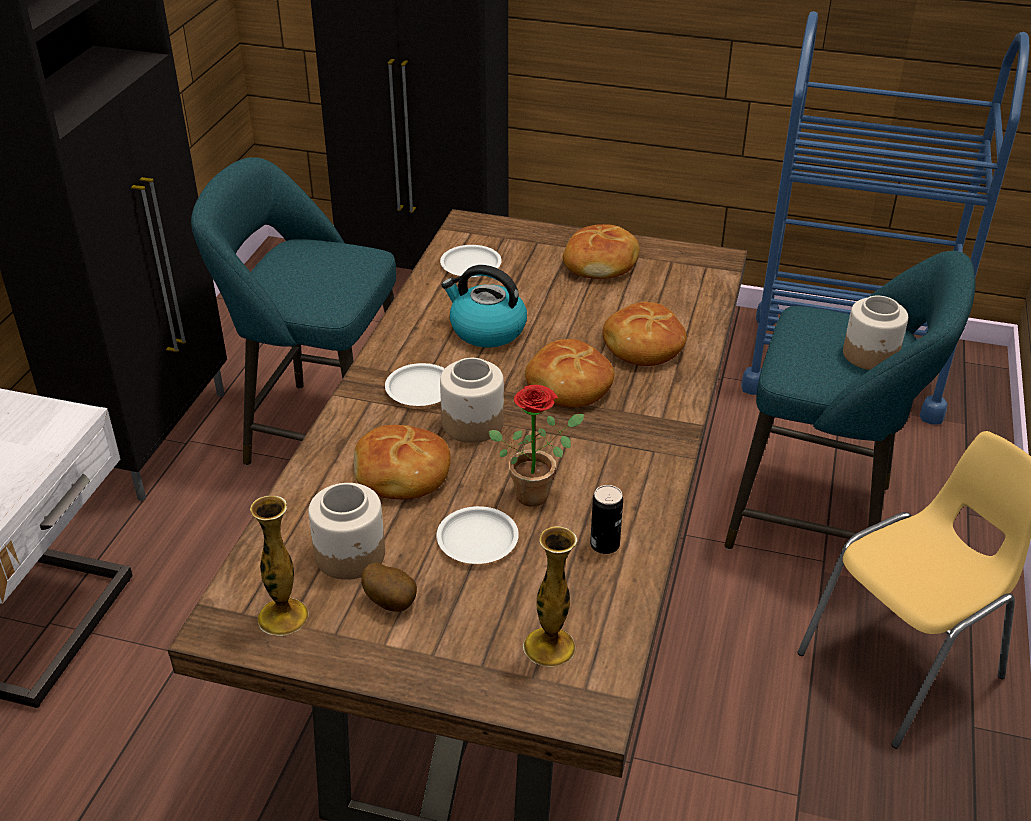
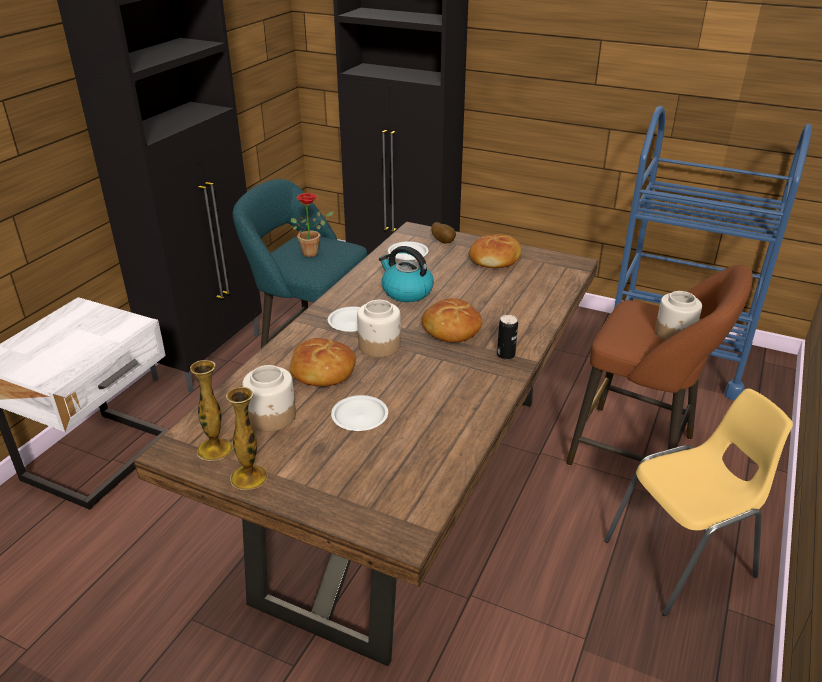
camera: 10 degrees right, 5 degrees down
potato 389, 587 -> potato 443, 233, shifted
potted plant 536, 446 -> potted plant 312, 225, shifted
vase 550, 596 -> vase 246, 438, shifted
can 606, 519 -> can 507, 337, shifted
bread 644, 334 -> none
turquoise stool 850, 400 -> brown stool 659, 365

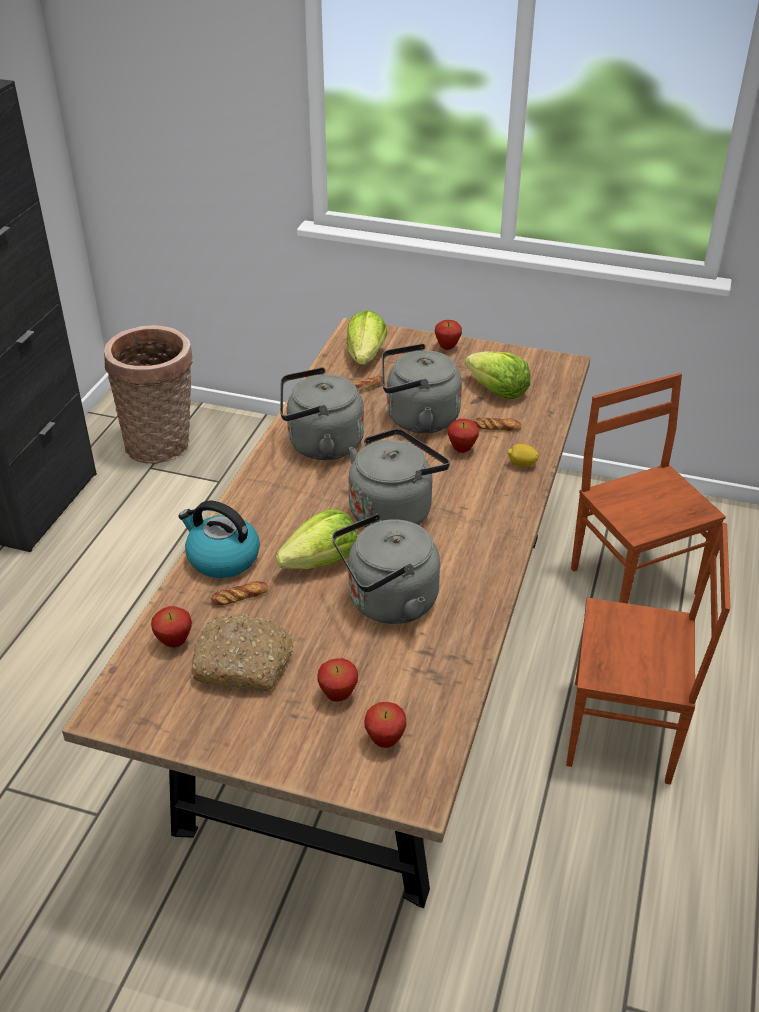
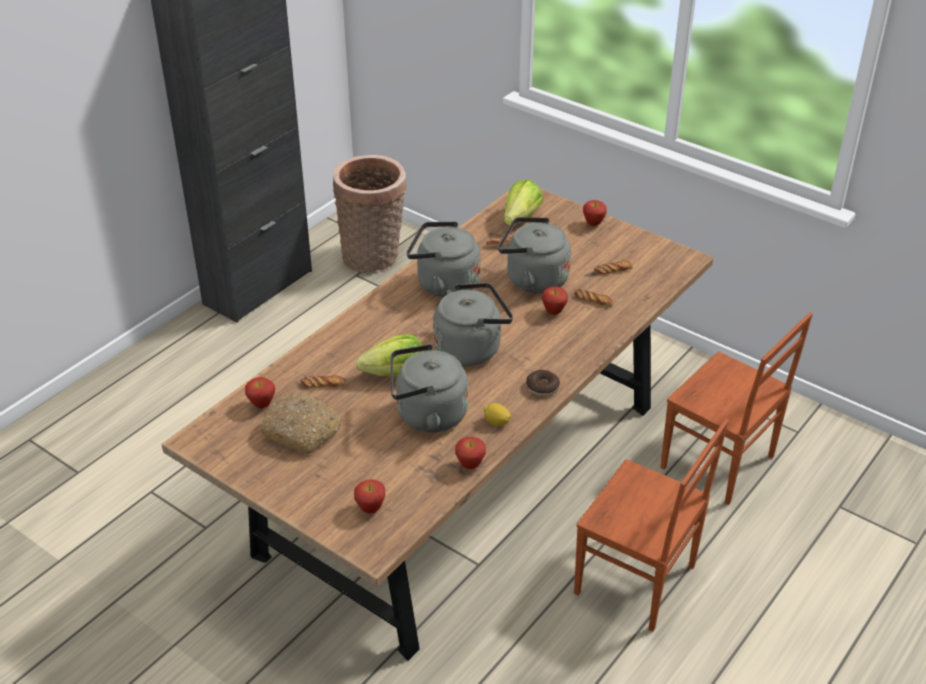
camera: 20 degrees right, 0 degrees up
kettle 219, 539 -> none
apple 337, 680 -> apple 470, 453, shifted
lettuce 498, 375 -> bread 613, 267
lemon 523, 455 -> lemon 497, 414, shifted
brown chair 648, 488 -> brown chair 736, 408, 135 degrees clockwise
none -> donut 543, 383

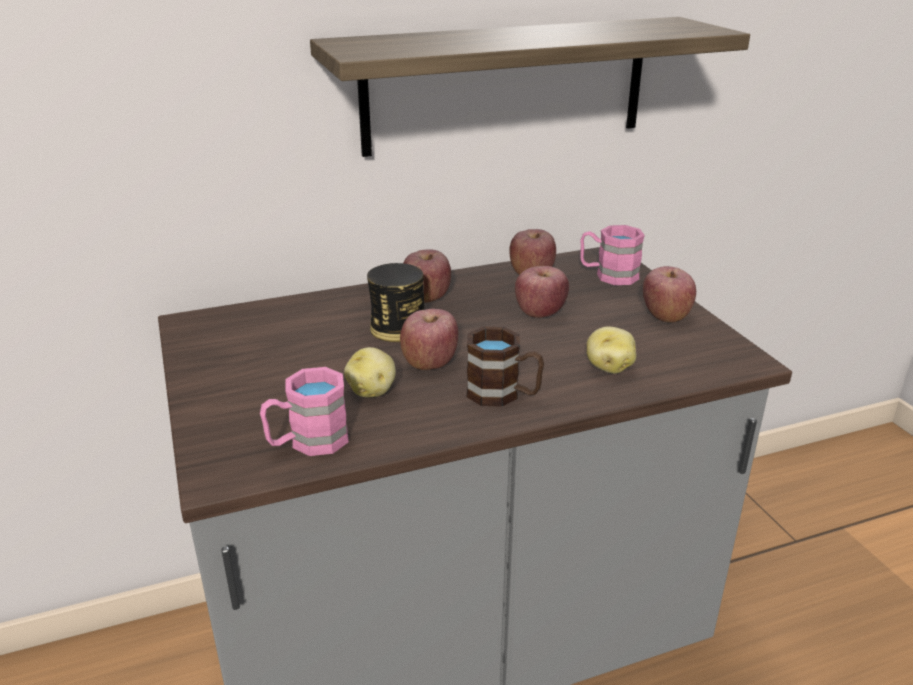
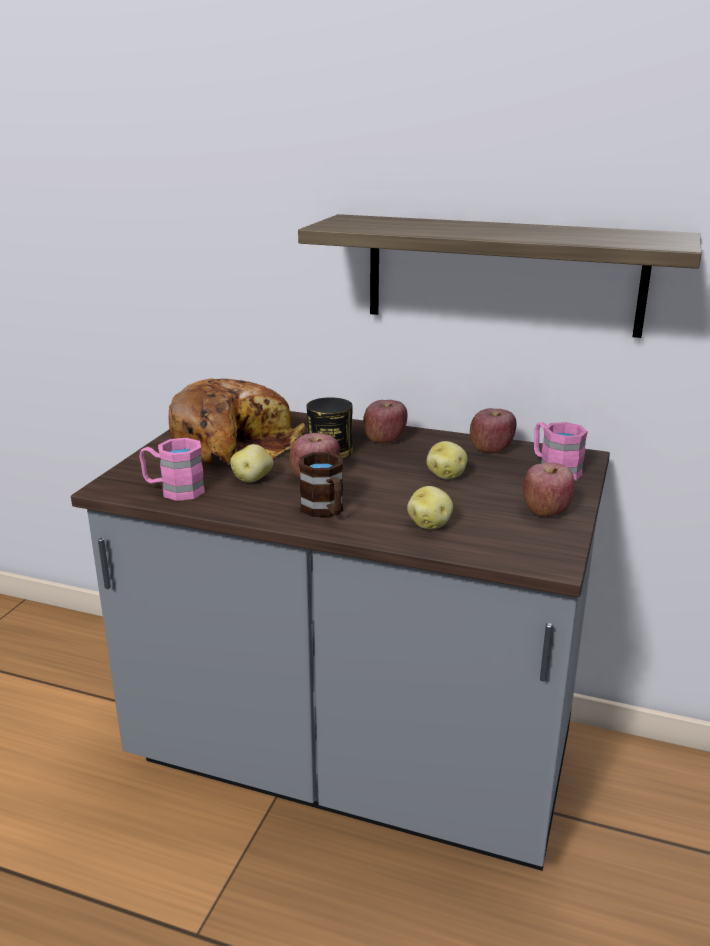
camera: 40 degrees right, 5 degrees down
apple 542, 292 -> potato 447, 460
none -> bread 236, 421

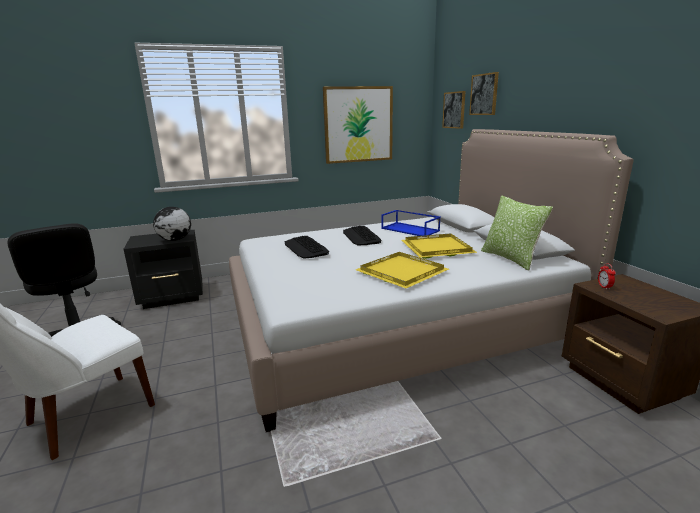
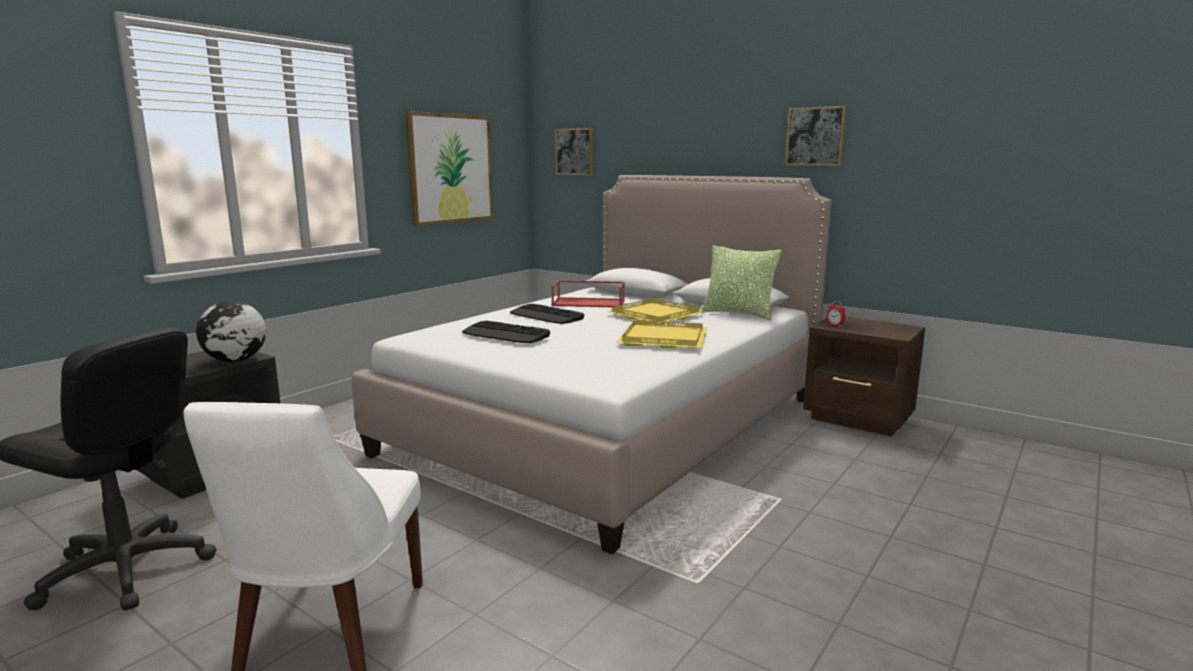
camera: 35 degrees left, 5 degrees down
blue tray 411, 223 -> red tray 588, 293
picture 484, 93 -> picture 815, 136, shifted

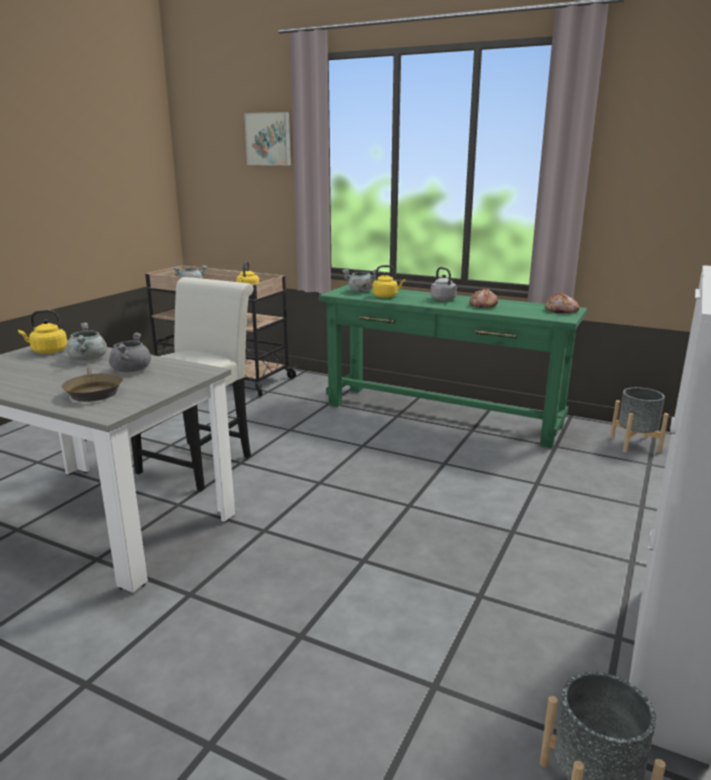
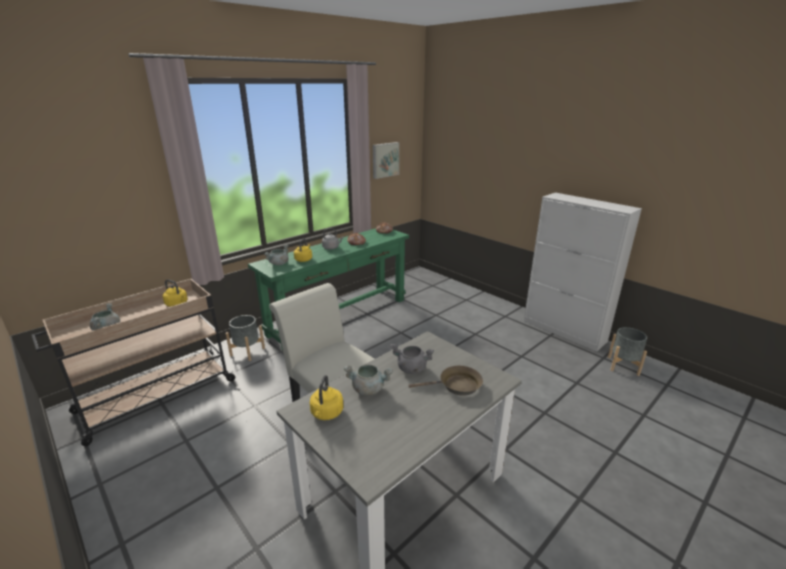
camera: 70 degrees left, 5 degrees up
picture 267, 138 -> picture 386, 160, shifted
grey planter 639, 420 -> grey planter 245, 338, shifted

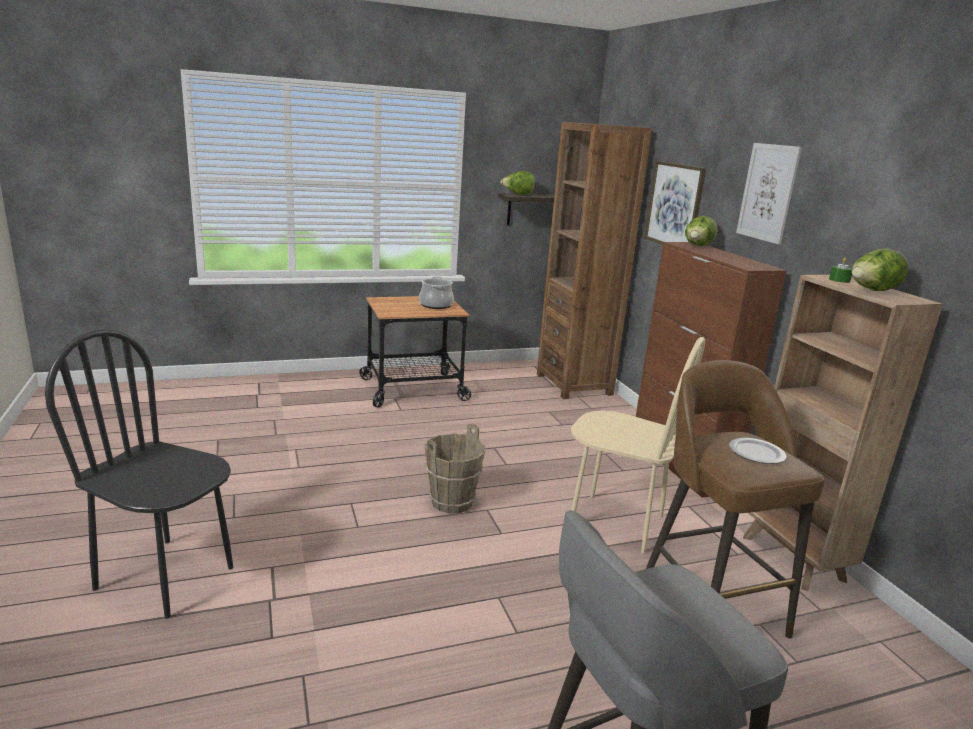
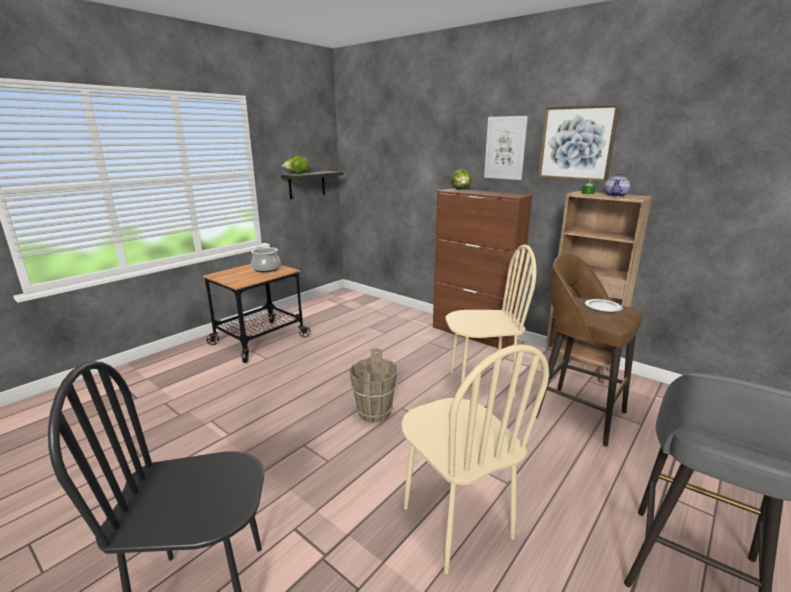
camera: 30 degrees left, 0 degrees up
brown bookcase 594, 260 -> none
picture 675, 203 -> picture 579, 143, shifted
lettuce 879, 269 -> teapot 617, 185
none -> beige chair 475, 459

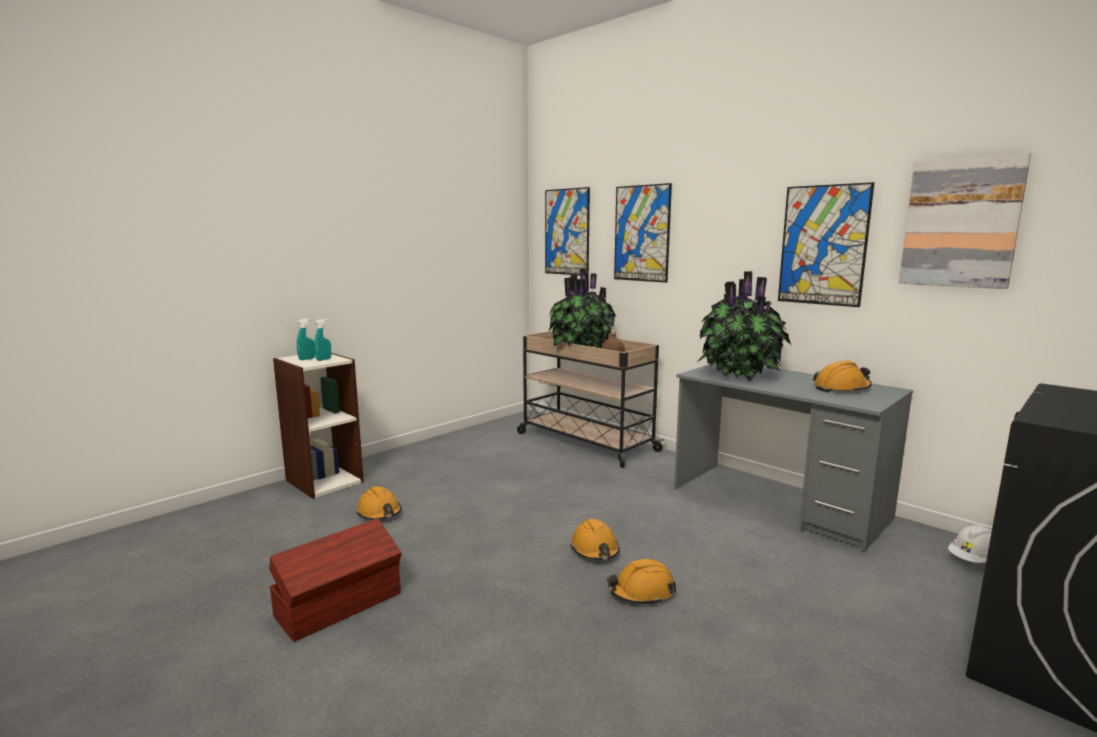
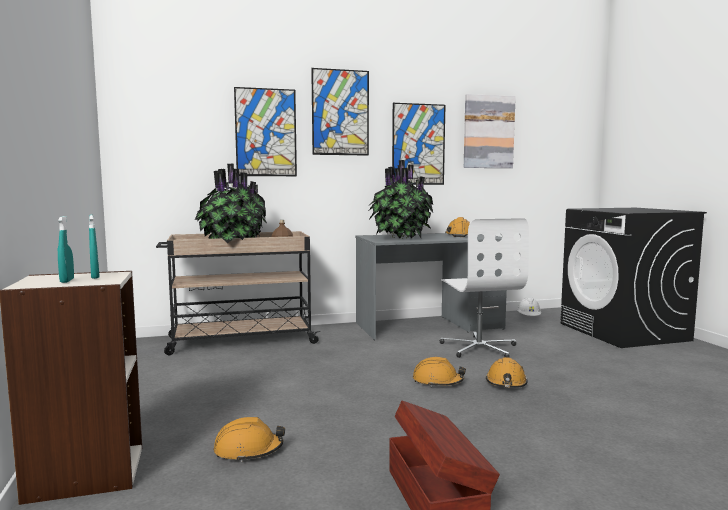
camera: 60 degrees left, 5 degrees down
picture 567, 231 -> picture 340, 112, shifted
none -> white office chair 484, 288

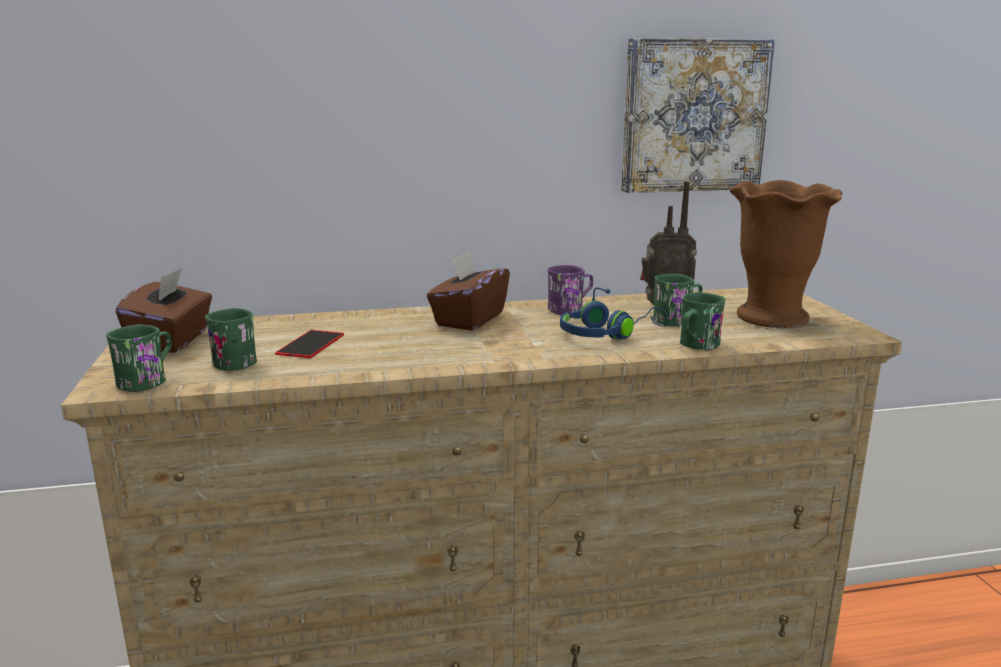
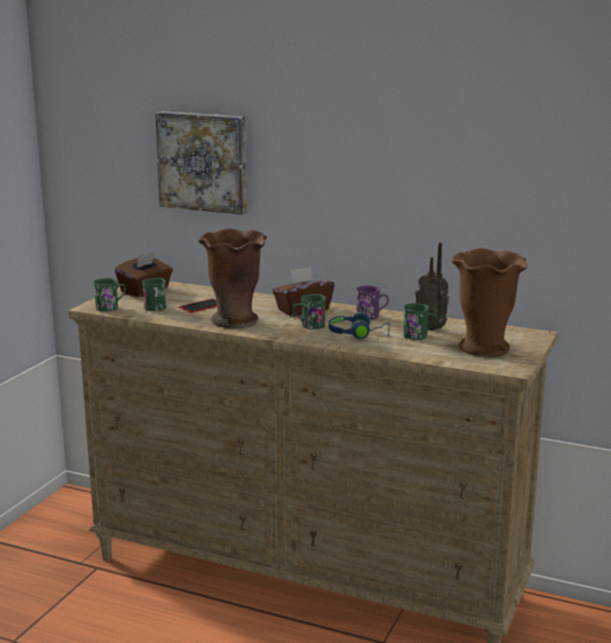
camera: 35 degrees right, 0 degrees up
picture 698, 115 -> picture 201, 163, shifted
green mug 703, 321 -> green mug 309, 311, shifted
none -> brown vase 232, 278

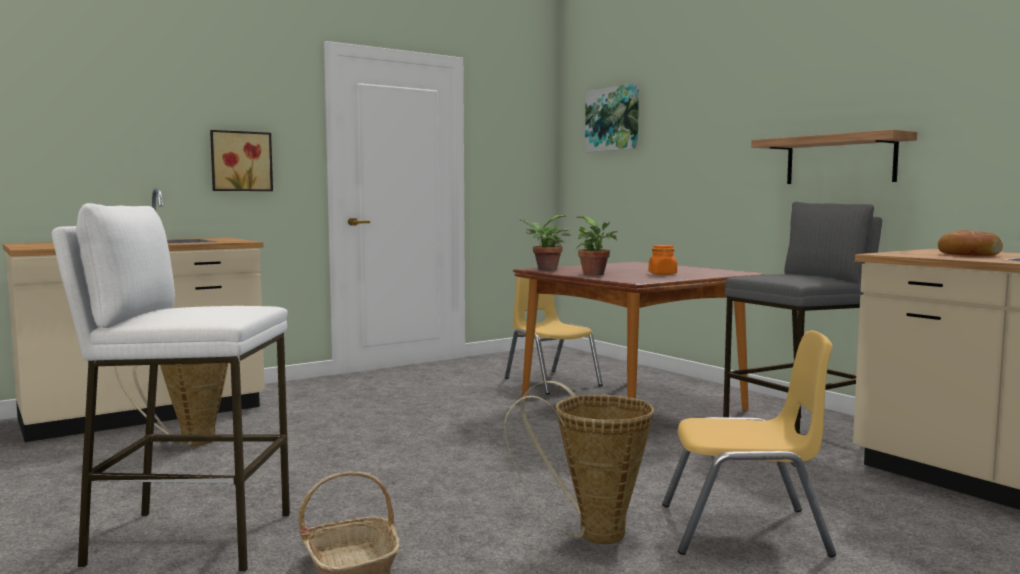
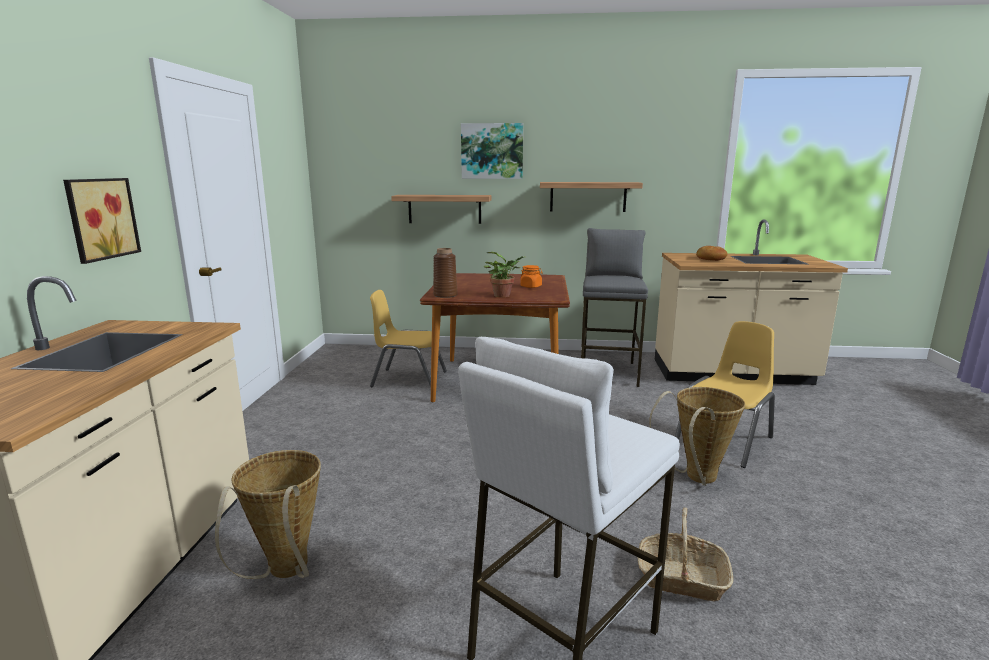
camera: 50 degrees left, 10 degrees up
potted plant 545, 242 -> brown vase 445, 273
picture 612, 117 -> picture 492, 151, shifted
none -> shelf 441, 209

